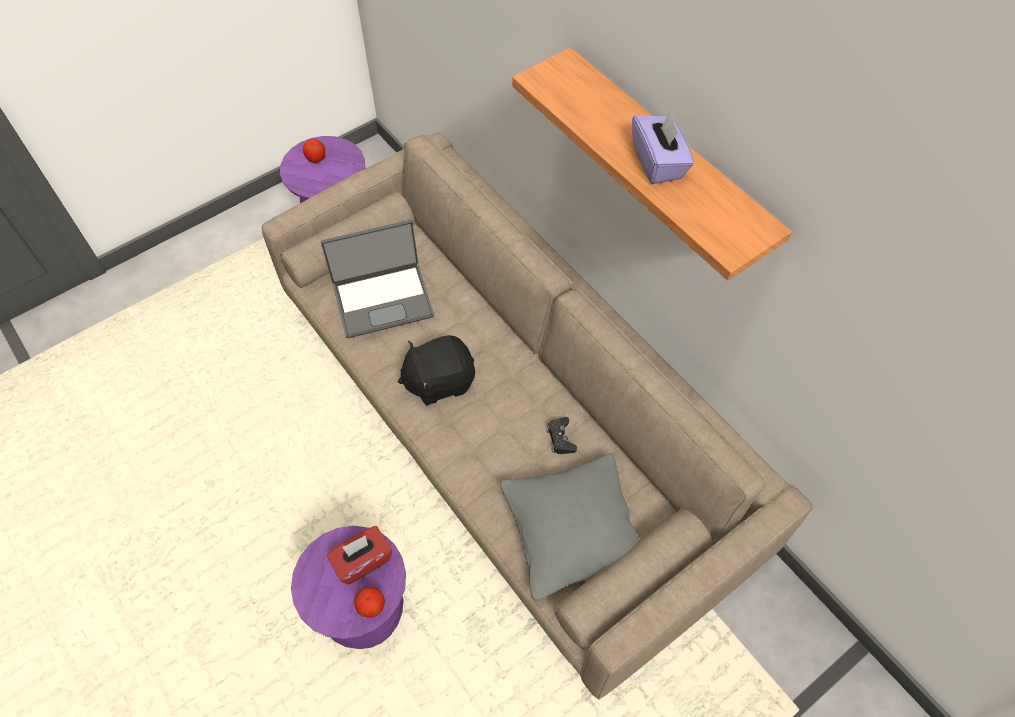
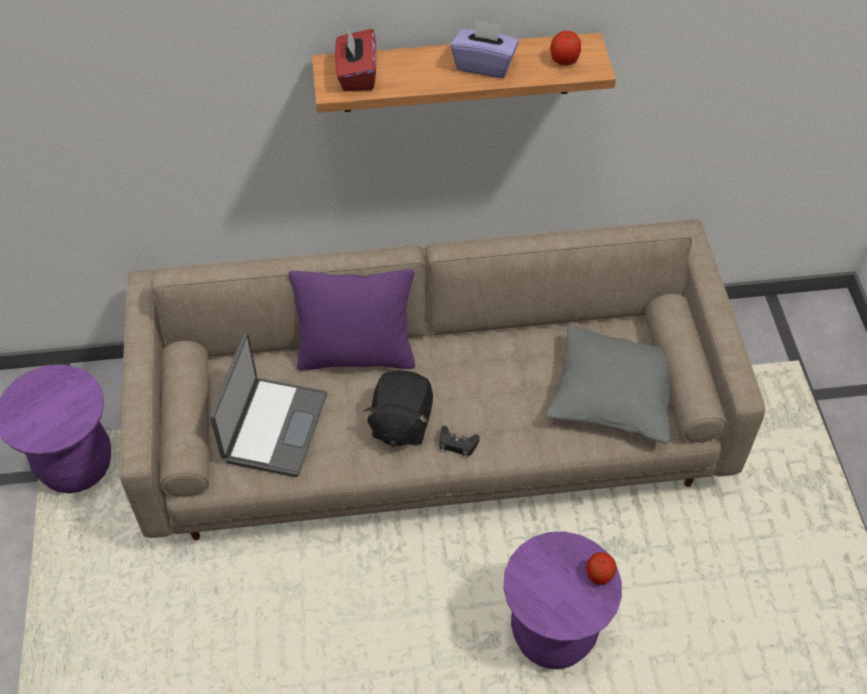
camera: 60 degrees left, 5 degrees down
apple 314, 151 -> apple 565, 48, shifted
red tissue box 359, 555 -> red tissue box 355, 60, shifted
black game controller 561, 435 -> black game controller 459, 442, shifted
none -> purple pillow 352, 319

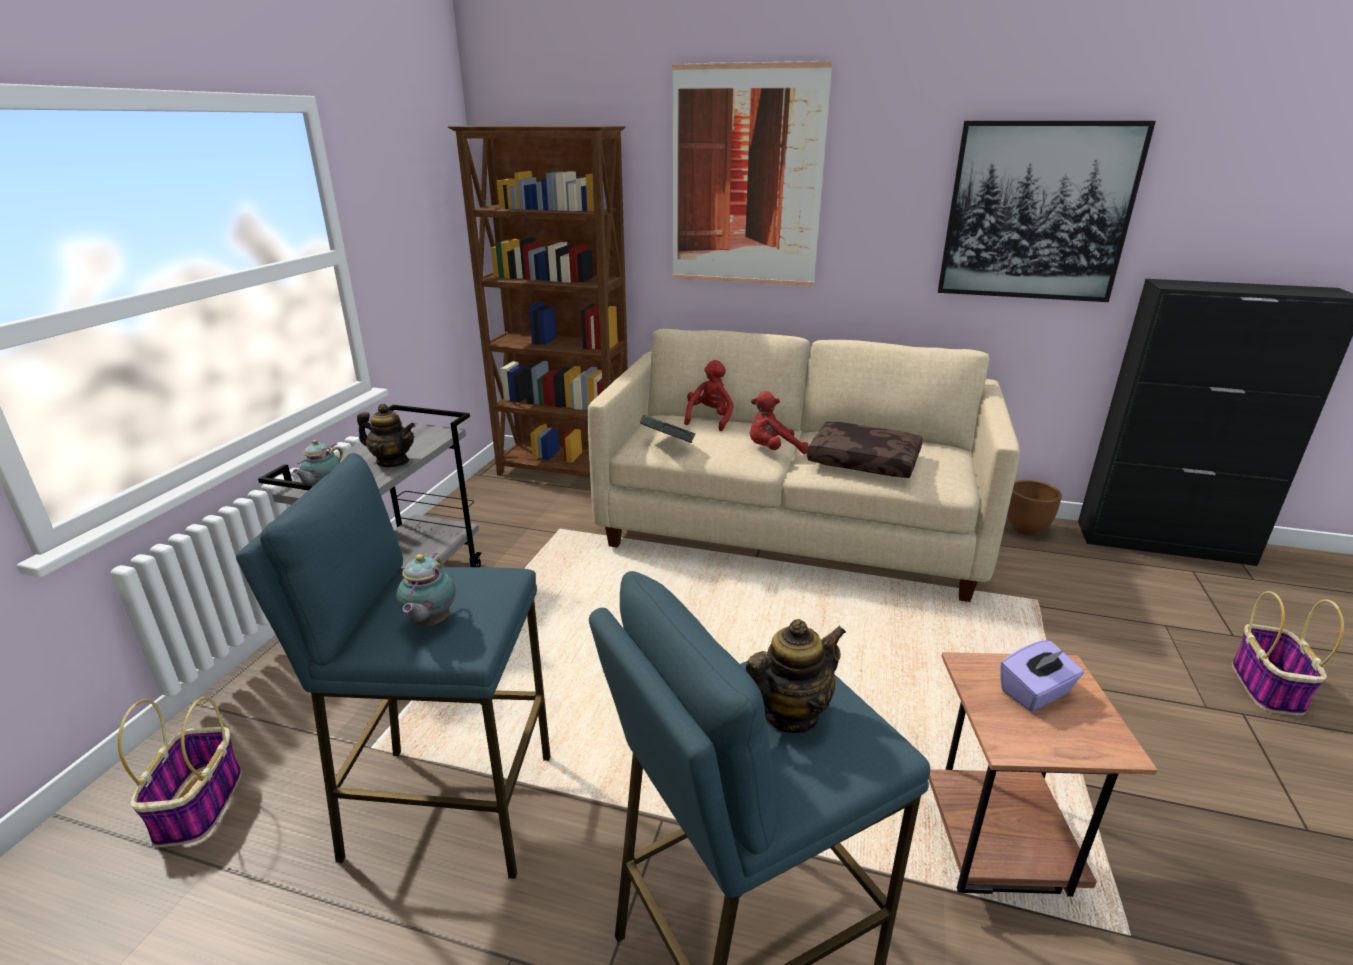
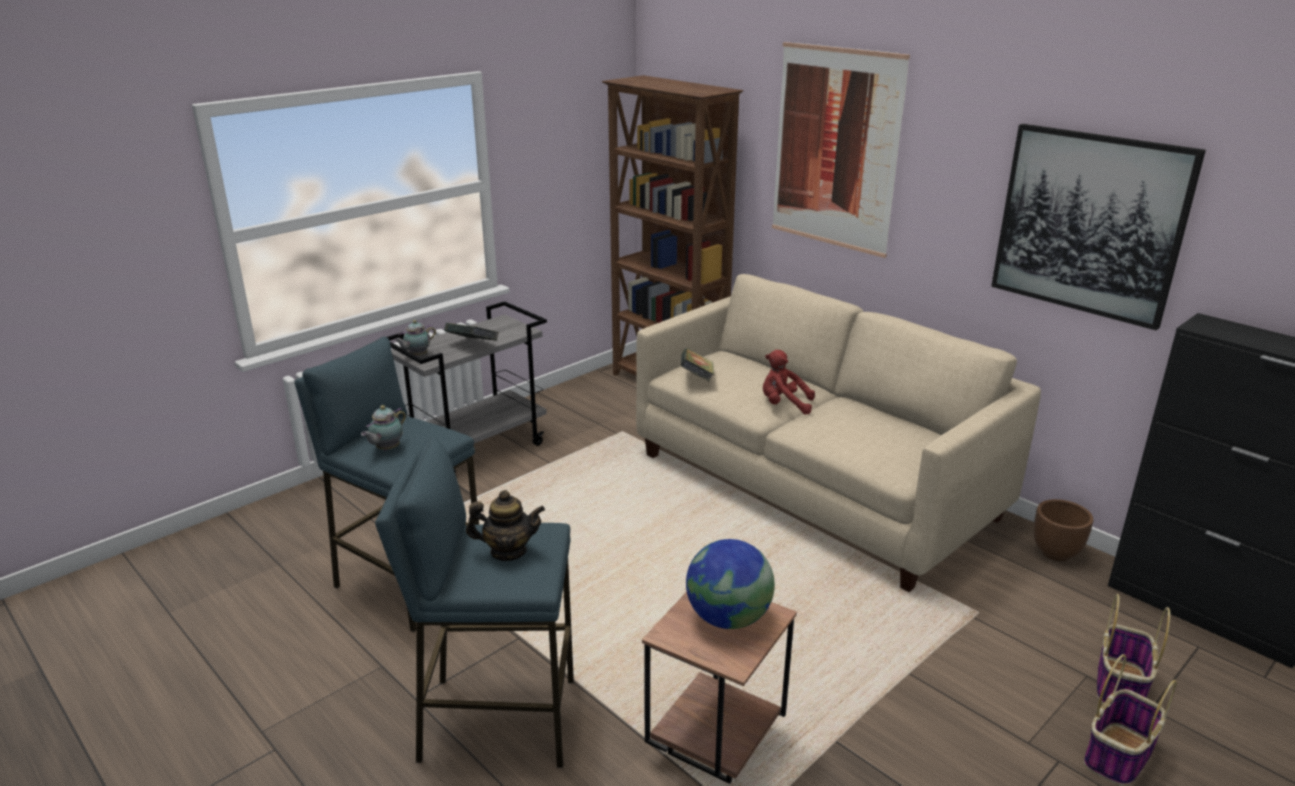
camera: 30 degrees right, 0 degrees up
basket 180, 772 -> basket 1133, 649, shifted
teapot 386, 435 -> book 471, 332
red plush toy 709, 395 -> none
brown pillow 865, 450 -> none
purple tissue box 1042, 676 -> globe 730, 584

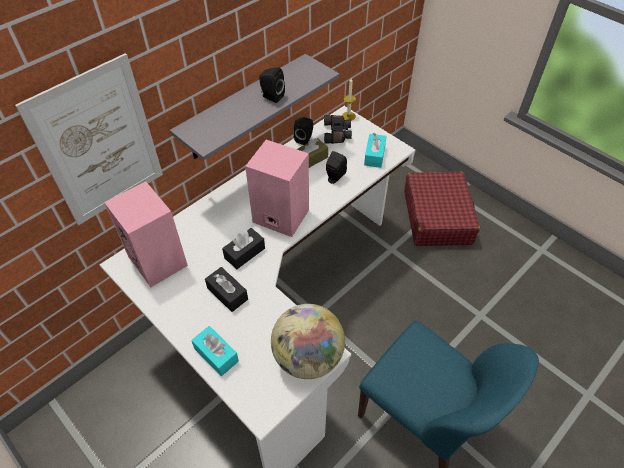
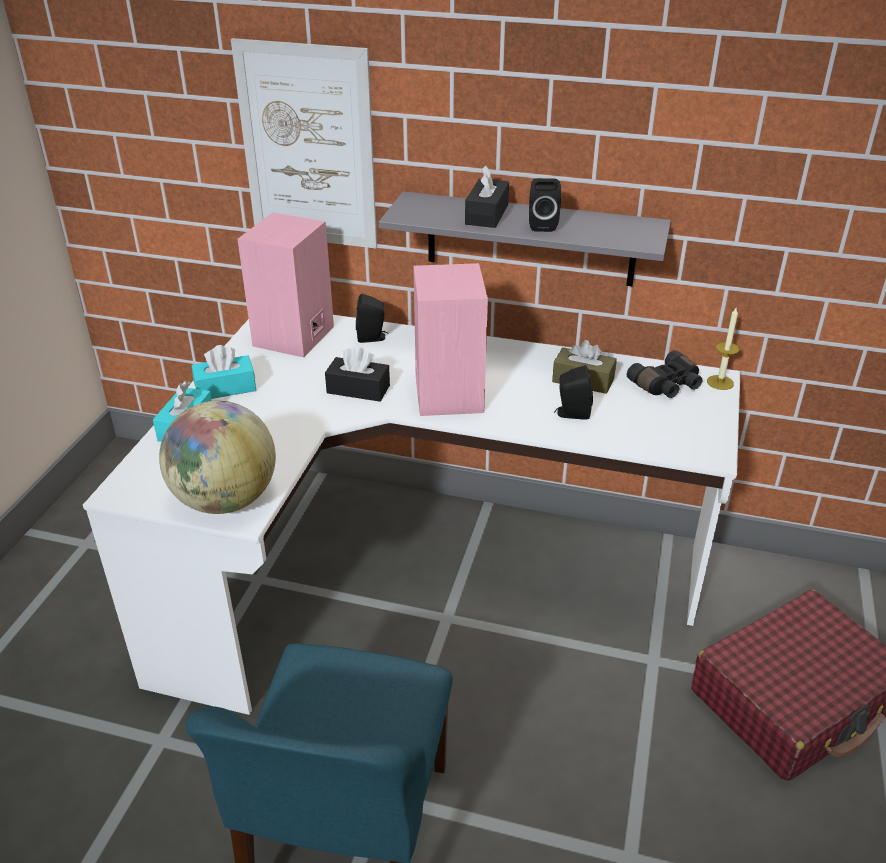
camera: 60 degrees right, 15 degrees down
black tissue box 226, 289 -> black tissue box 487, 196, shifted
black speaker 303, 131 -> black speaker 372, 318, shifted
turquoise tissue box 375, 150 -> turquoise tissue box 224, 372, shifted

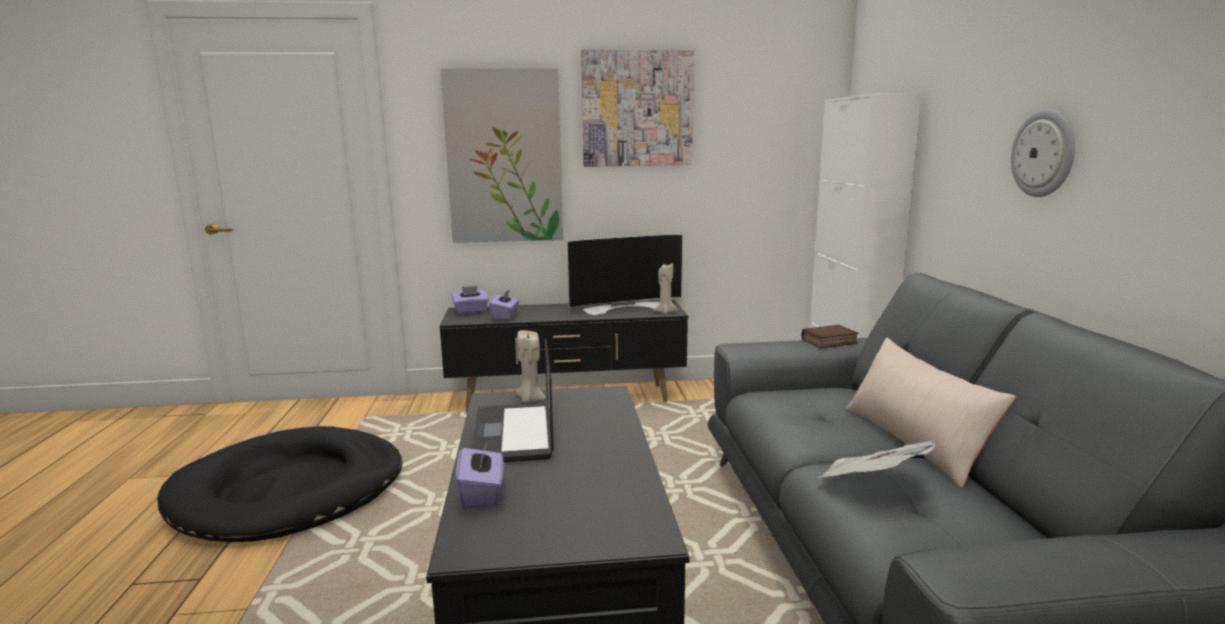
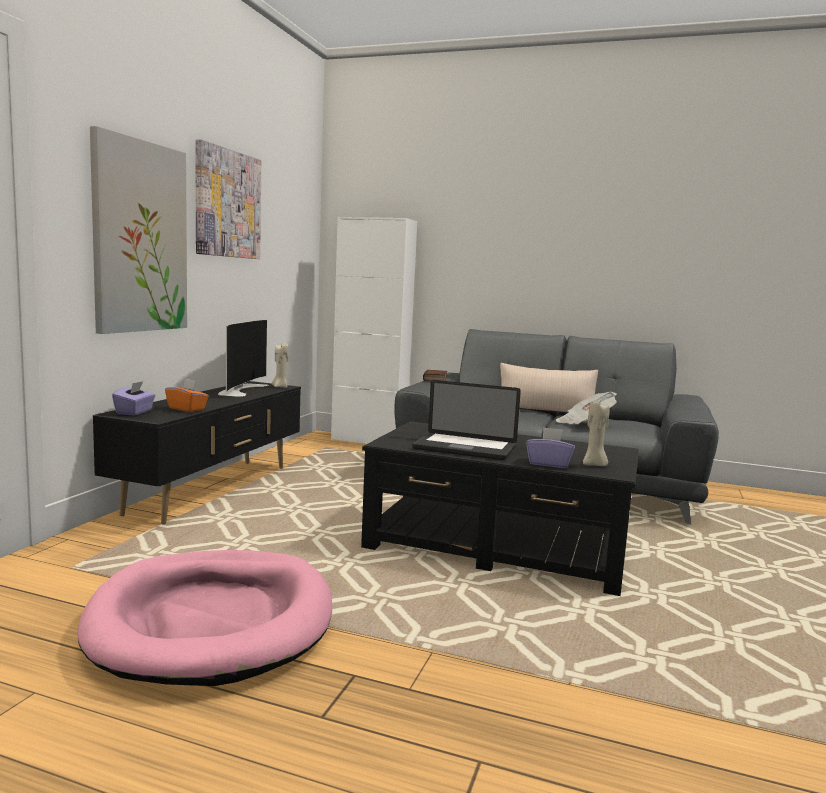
camera: 65 degrees left, 5 degrees down
black dog bed 279, 484 -> pink dog bed 204, 618
purple tissue box 504, 305 -> orange tissue box 187, 395
beige candle 531, 366 -> beige candle 596, 434, shifted
wall clock 1043, 153 -> none

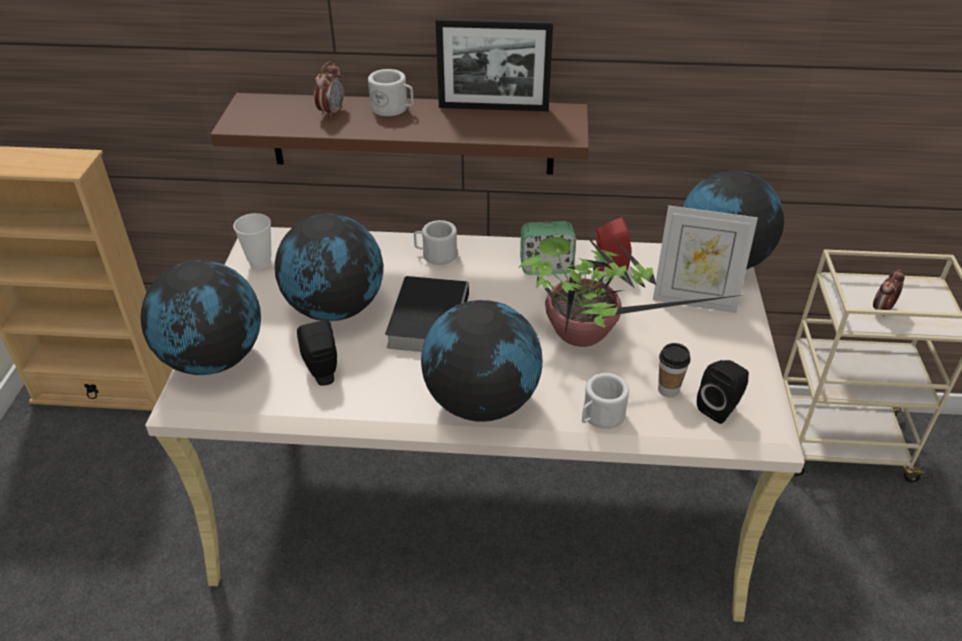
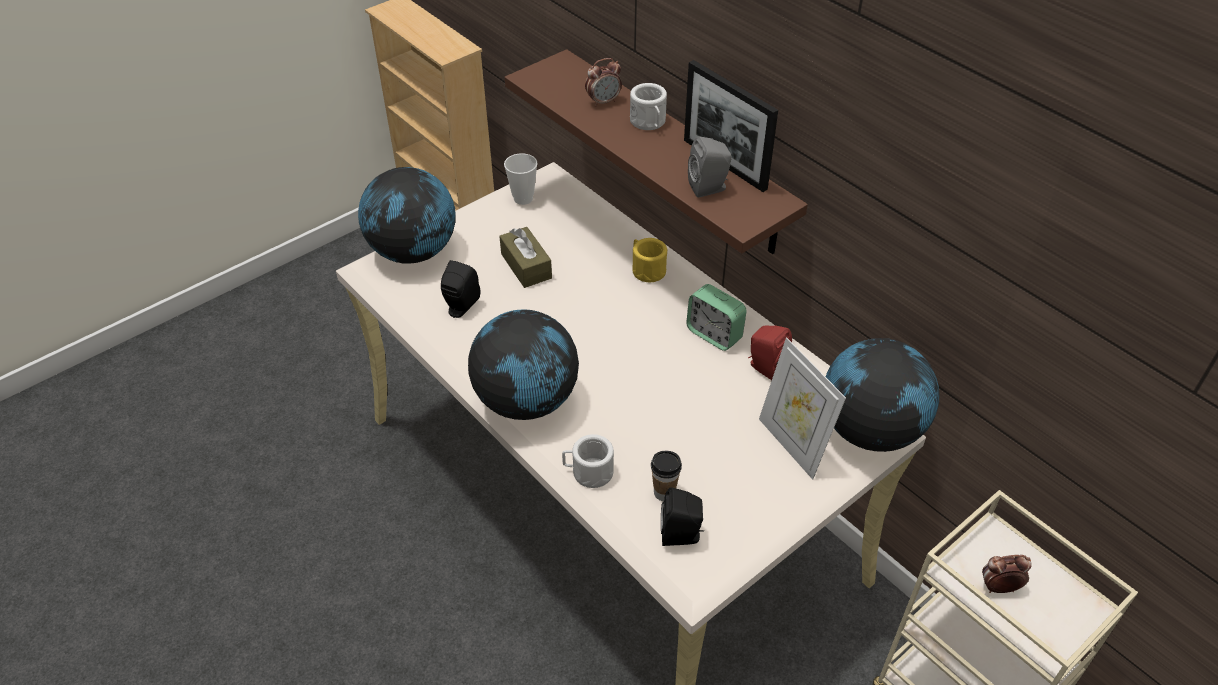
camera: 45 degrees right, 5 degrees up
globe 329, 267 -> brown tissue box 525, 257
book 427, 314 -> none
white mug 435, 242 -> yellow mug 649, 260
potted plant 630, 291 -> none
none -> grey speaker 710, 167

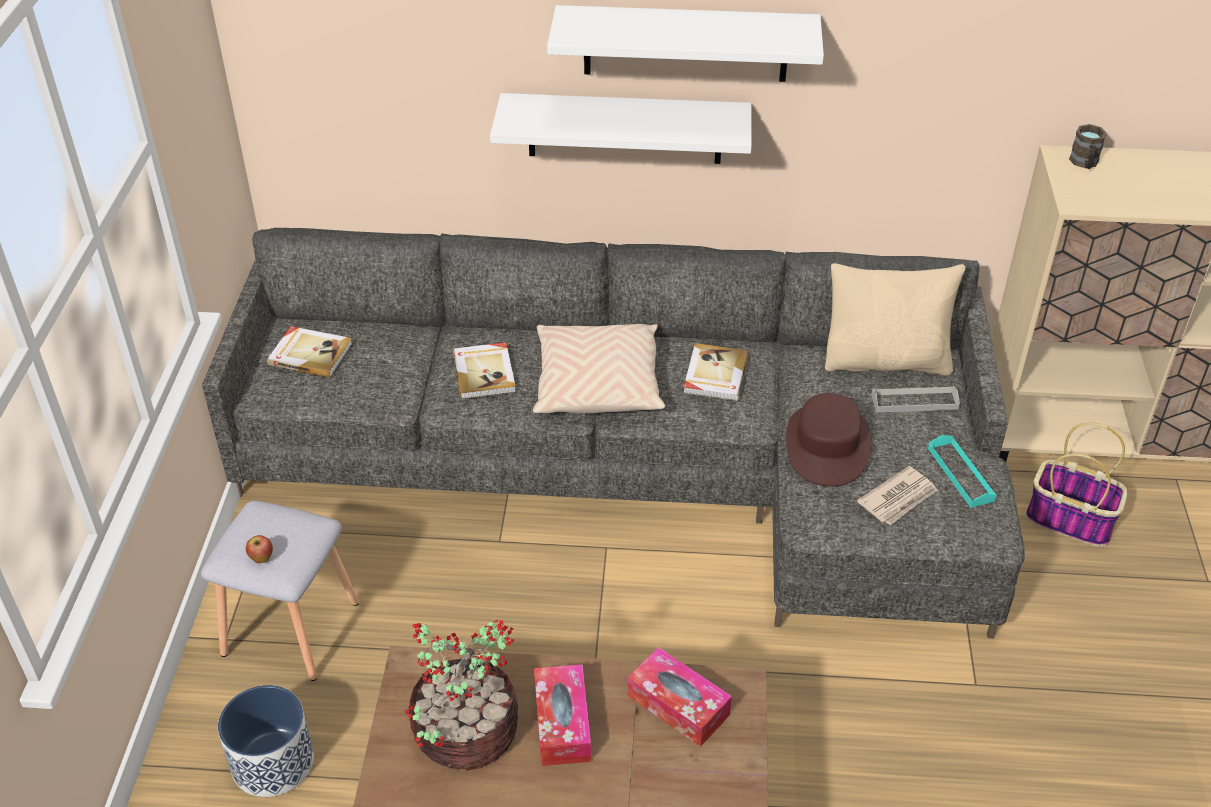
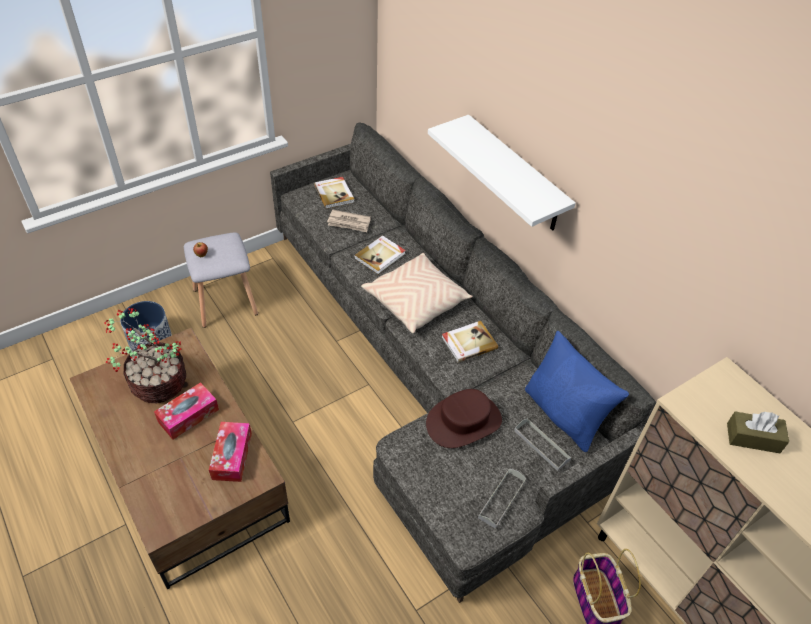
camera: 50 degrees right, 5 degrees up
white shelf 685, 43 -> none
beige pillow 895, 319 -> blue pillow 577, 391
newspaper 897, 496 -> newspaper 349, 221, shifted
turquoise tray 962, 471 -> grey tray 502, 499
brown mug 1088, 146 -> none
none -> brown tissue box 758, 432

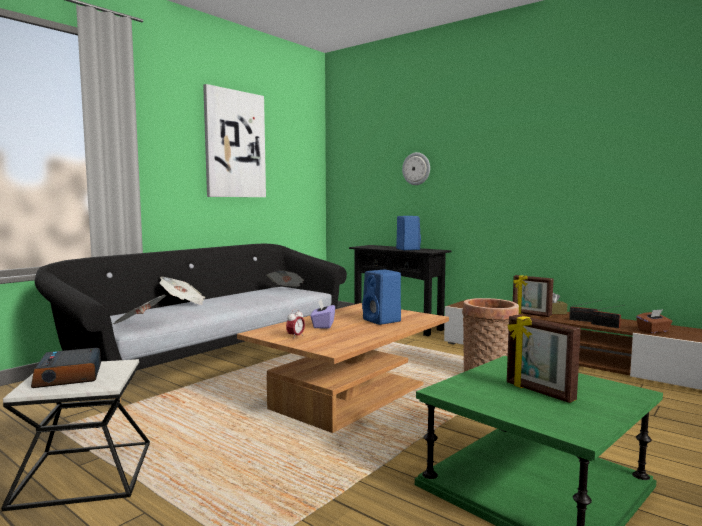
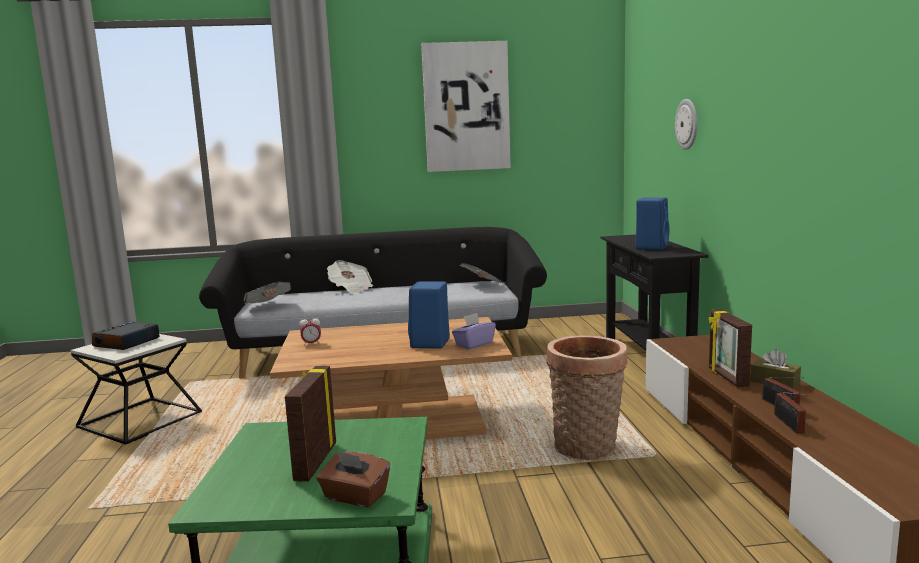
camera: 45 degrees right, 5 degrees up
purple tissue box 323, 314 -> purple tissue box 474, 331, shifted
brown tissue box 654, 321 -> brown tissue box 353, 479, shifted

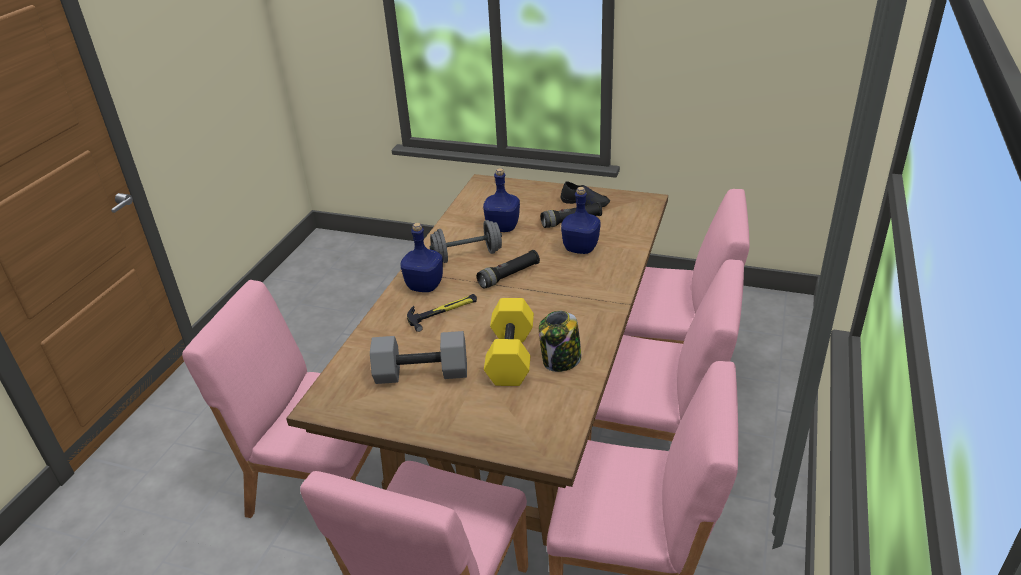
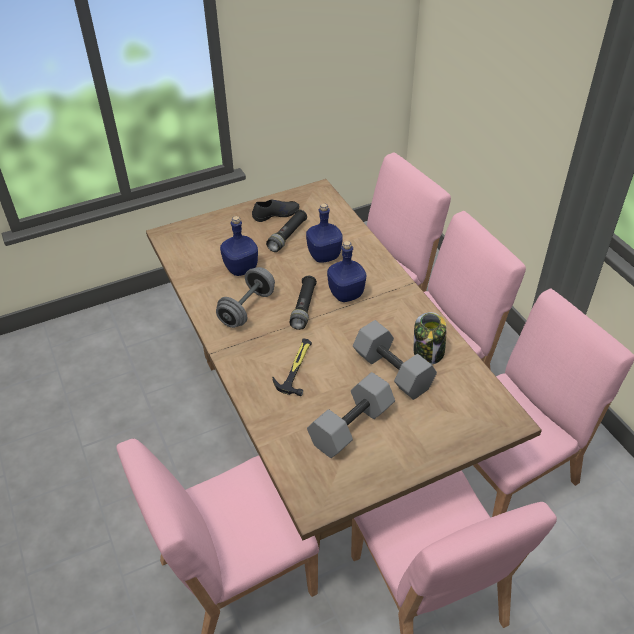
camera: 45 degrees left, 10 degrees up
blue bottle 422, 257 -> blue bottle 346, 271, shifted
yellow dumbbell 509, 342 -> grey dumbbell 395, 360

